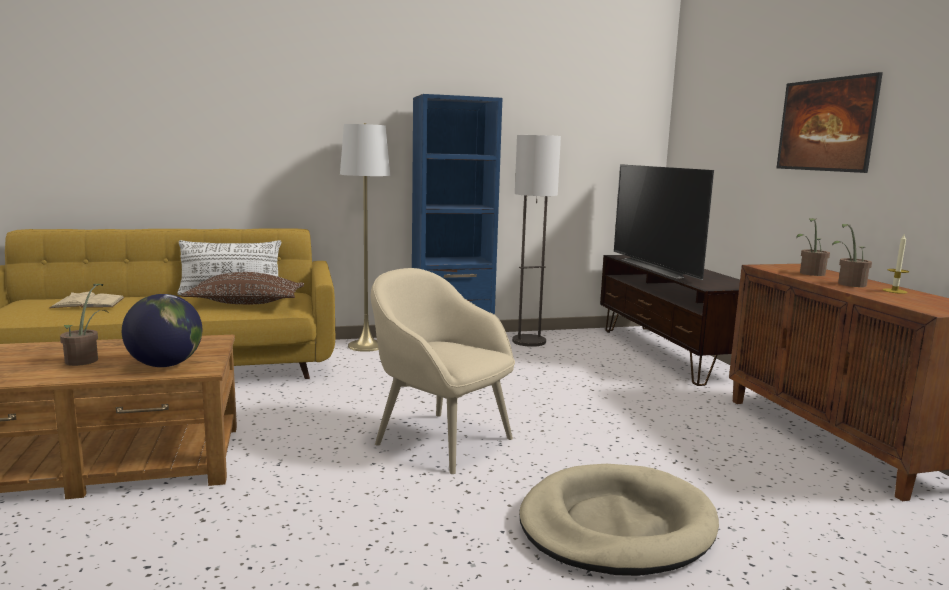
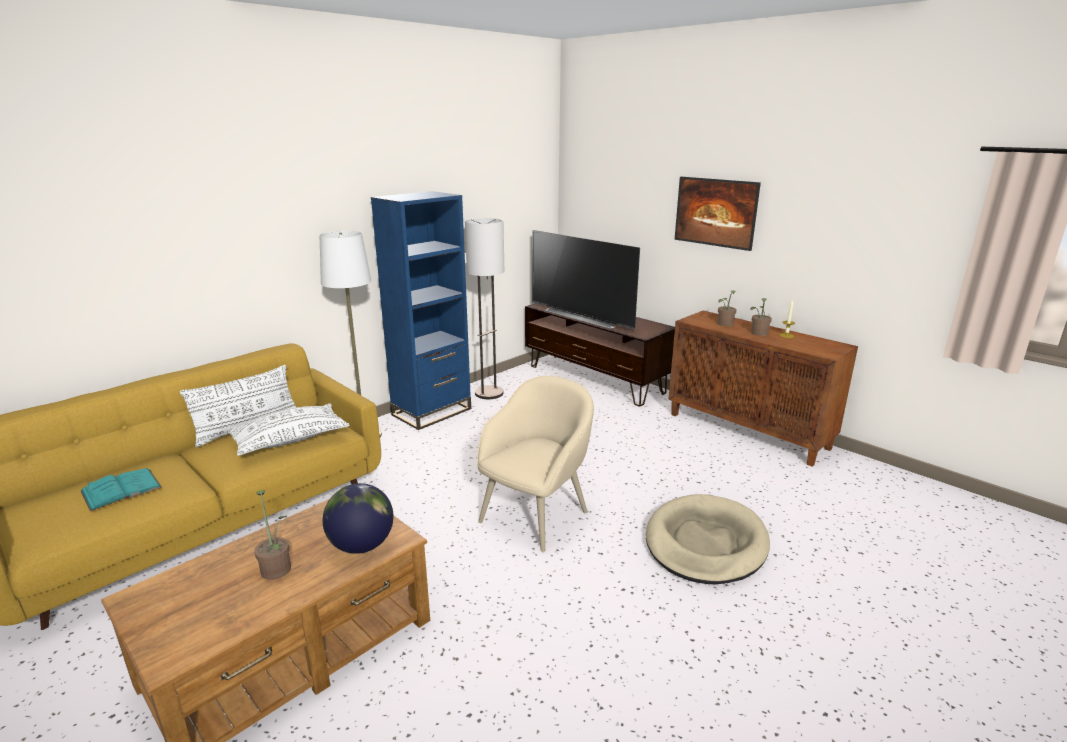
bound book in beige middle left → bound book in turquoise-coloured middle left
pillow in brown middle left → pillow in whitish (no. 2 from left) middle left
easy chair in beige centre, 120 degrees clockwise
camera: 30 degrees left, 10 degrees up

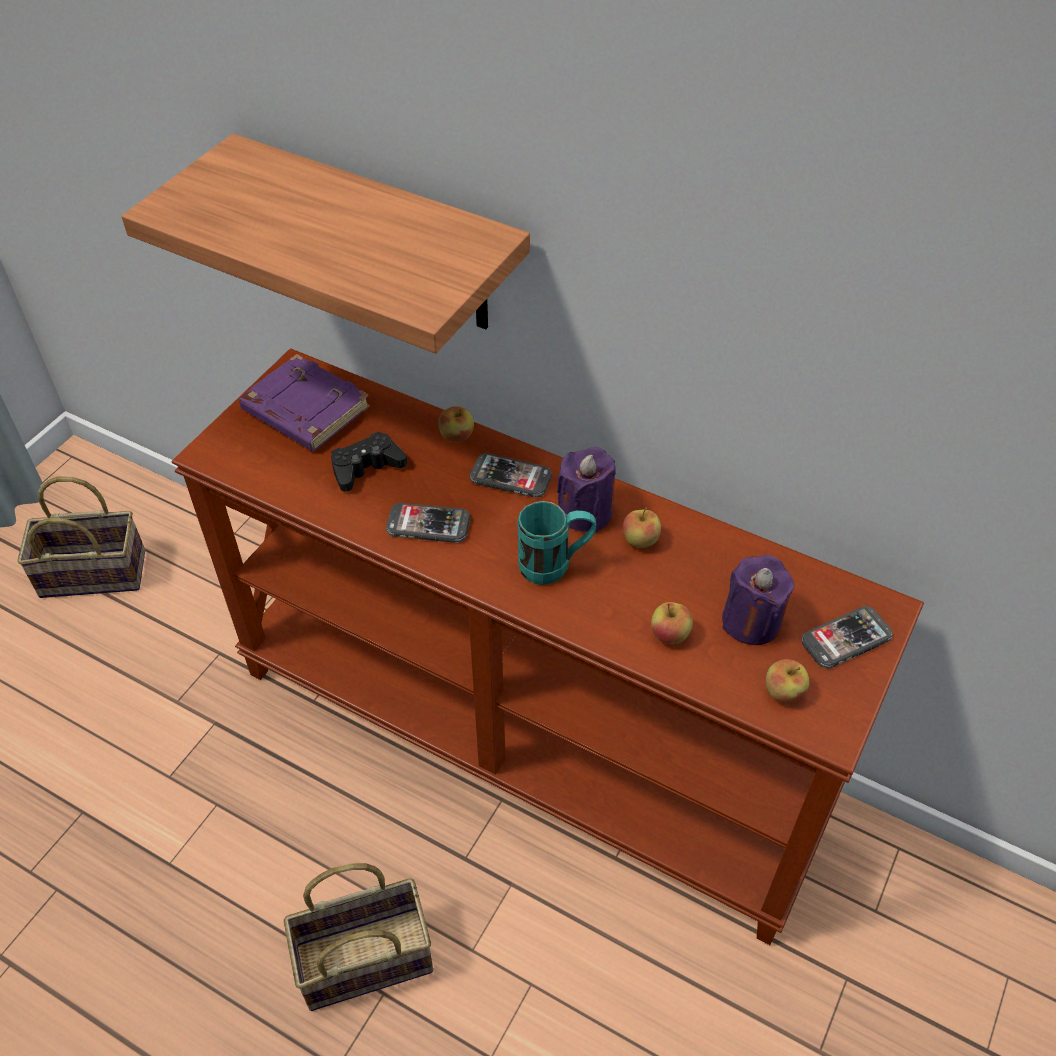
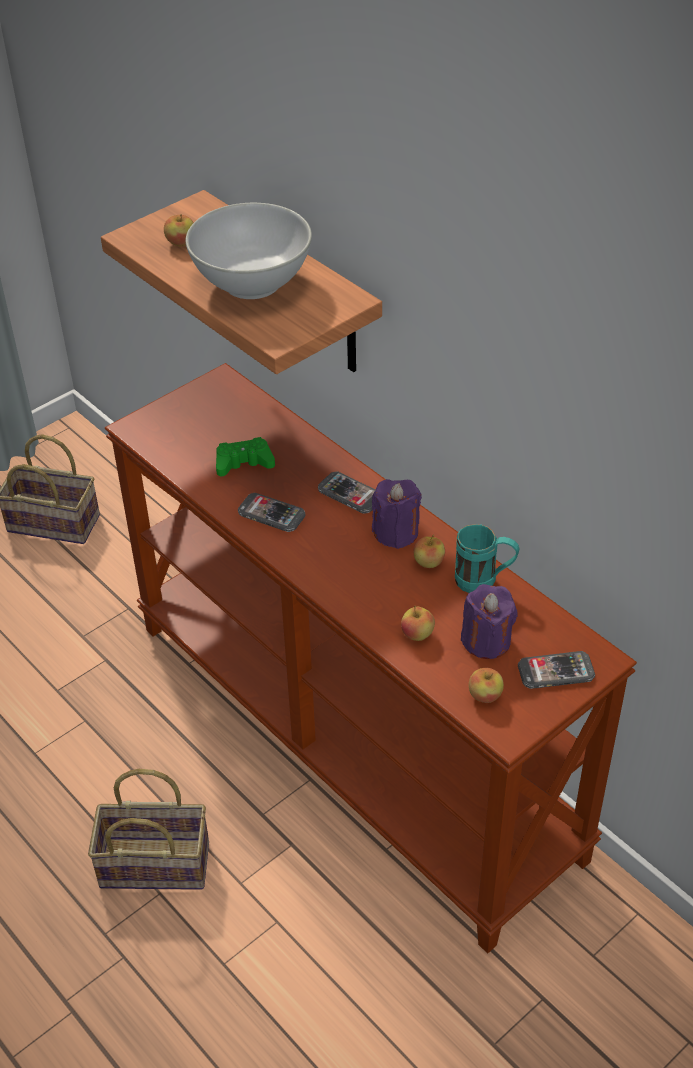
bound book in purplish middle left → -
- → deep dish in whitish top centre
whole apple (no. 1 from left) centre → whole apple (no. 1 from left) top left, shifted
mug in turquoise-coloured centre → mug in turquoise-coloured middle right, shifted
joypad in black-coloured centre → joypad in greenish centre
camera: 20 degrees right, 5 degrees down

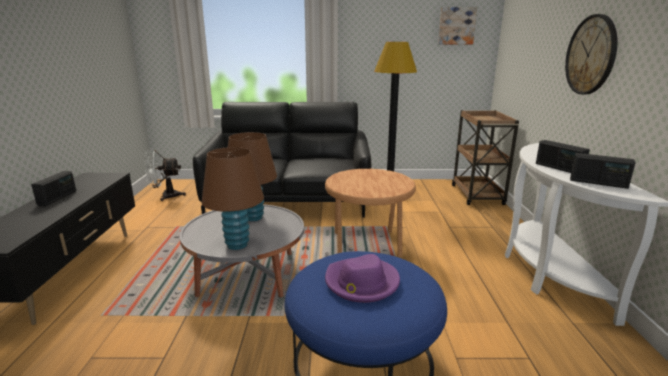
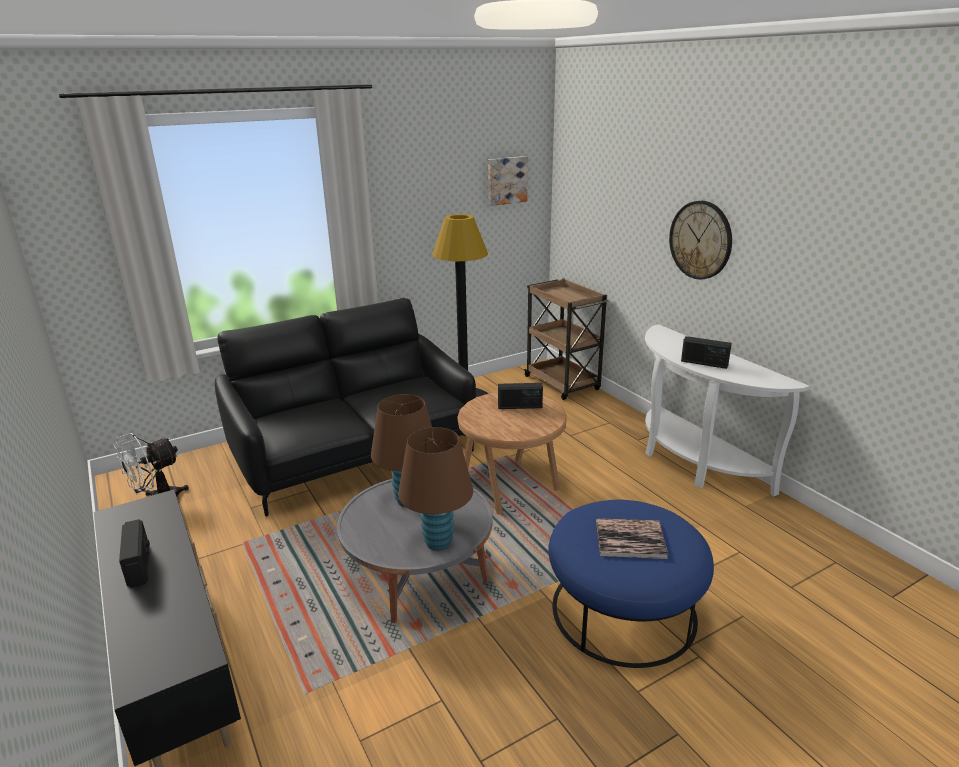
radio set (no. 3 from left in the first image) middle right → radio set (no. 2 from left) centre, shifted
clothing hat in purplish bottom centre → bound book bottom centre
camera: 30 degrees left, 5 degrees up

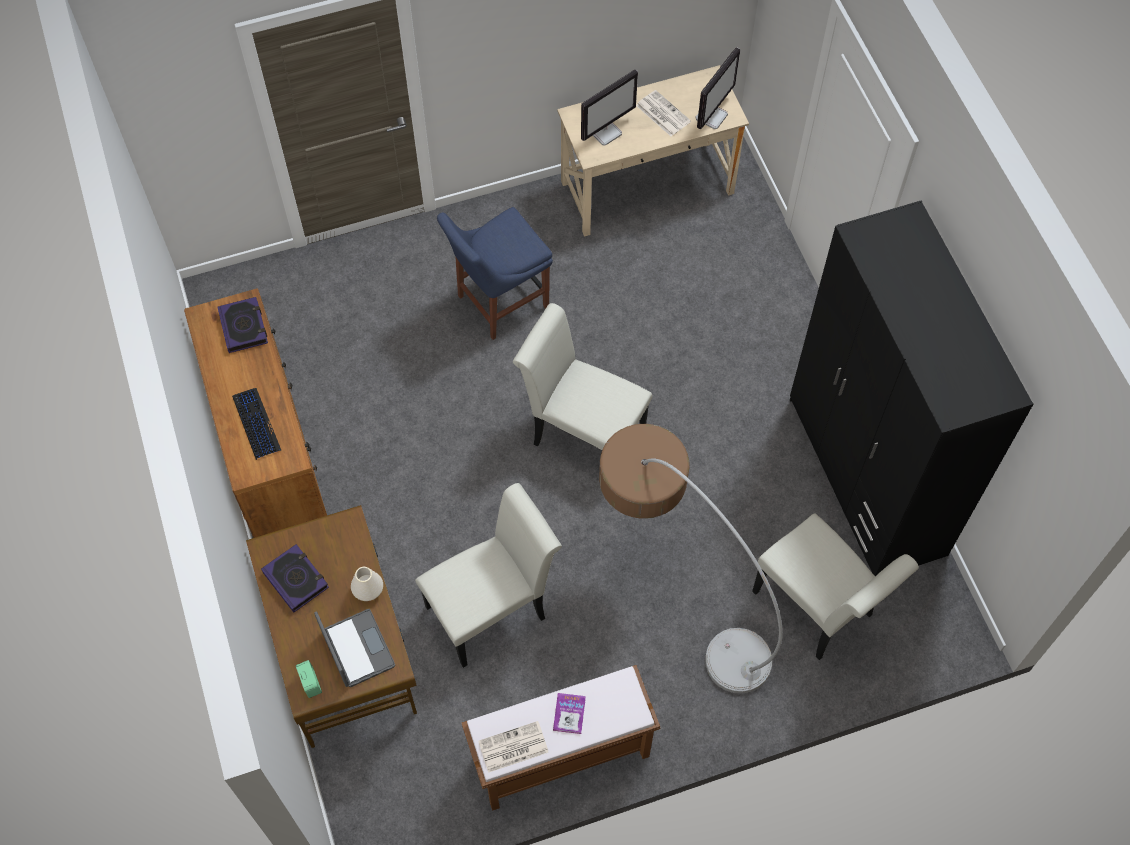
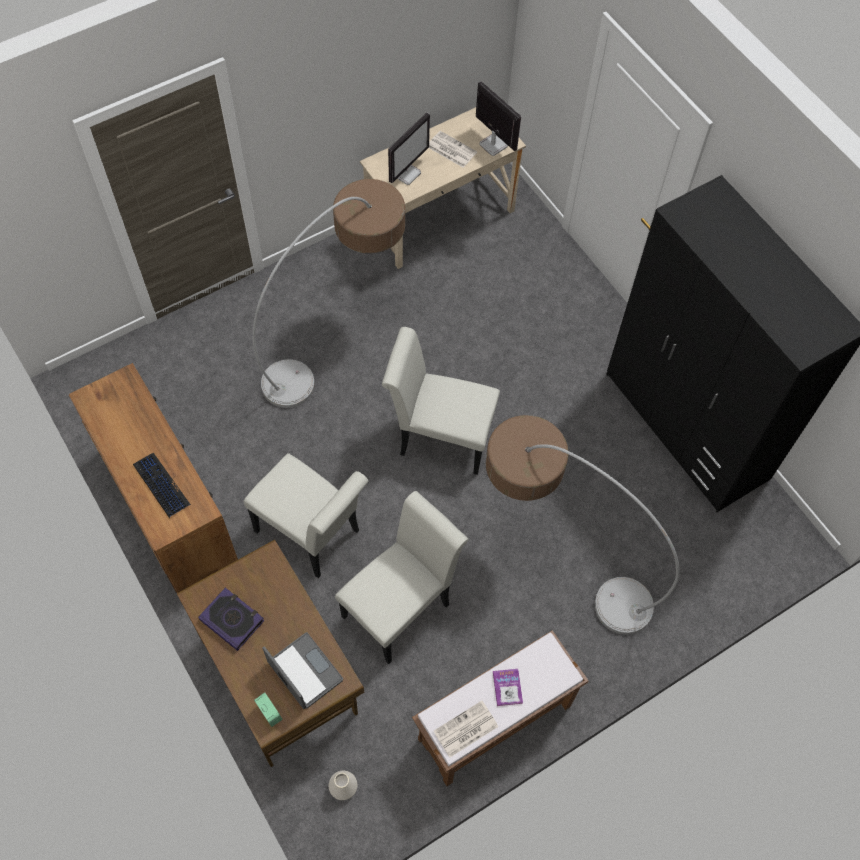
bound book (no. 1 from left) middle left → -
vase in whitish bottom left → vase in whitish bottom centre, shifted
chair in whitish (no. 3 from left in the first image) bottom right → chair in whitish (no. 1 from left) centre, shifted
chair in blue-coloured top centre → standing lamp (no. 1 from left) centre
computer screen (no. 2 from left) top centre, 60 degrees counterclockwise
camera: 15 degrees left, 0 degrees up

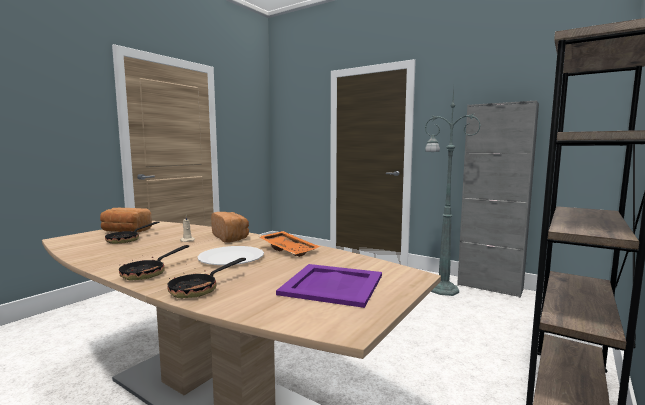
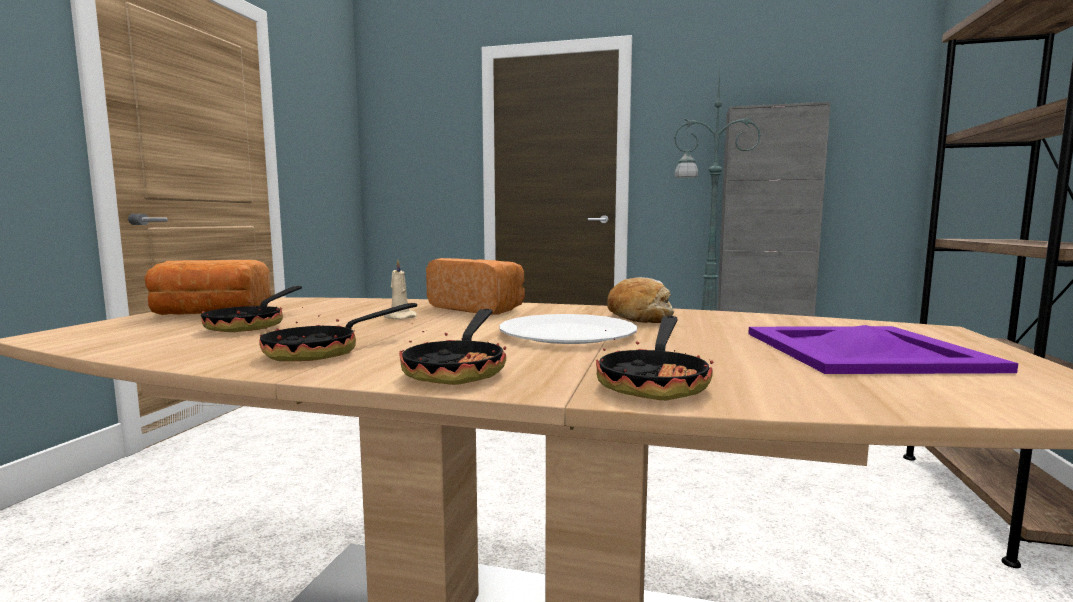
- → skillet (no. 2 from left) middle left
serving tray in orange-coloured centre → bread (no. 3 from left) centre
camera: 20 degrees left, 0 degrees up

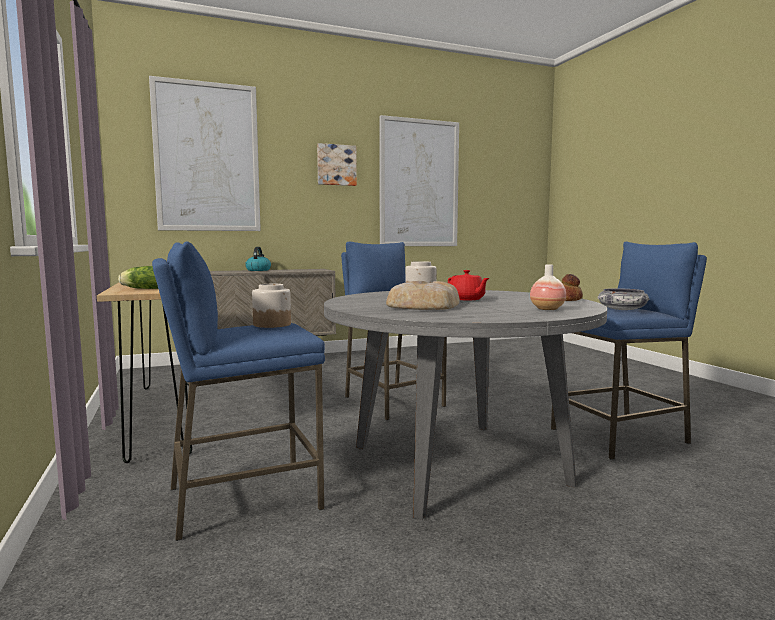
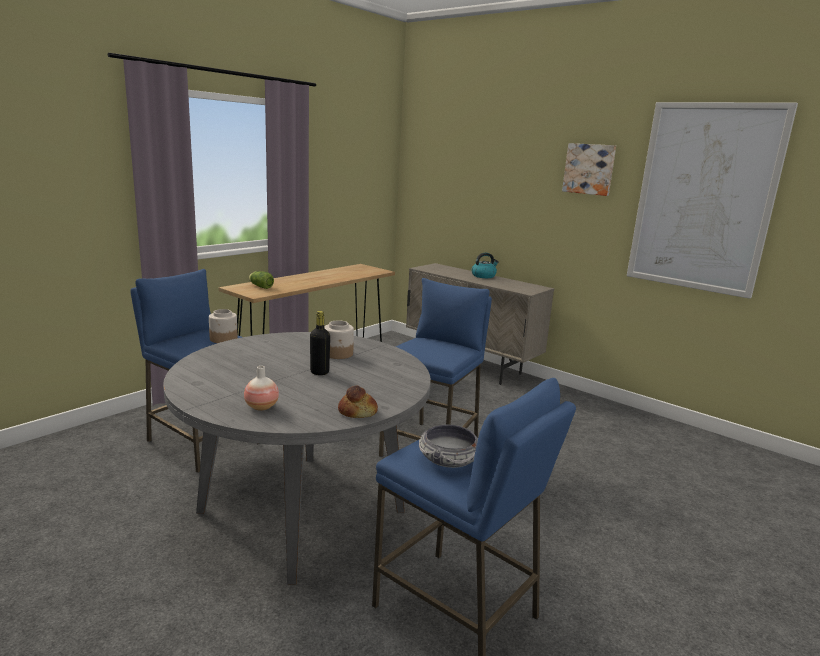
wall picture (no. 1 from left) top left → -
bread (no. 1 from left) centre → -
teapot in red-coloured centre → drink bottle in black-coloured centre
camera: 60 degrees right, 10 degrees up

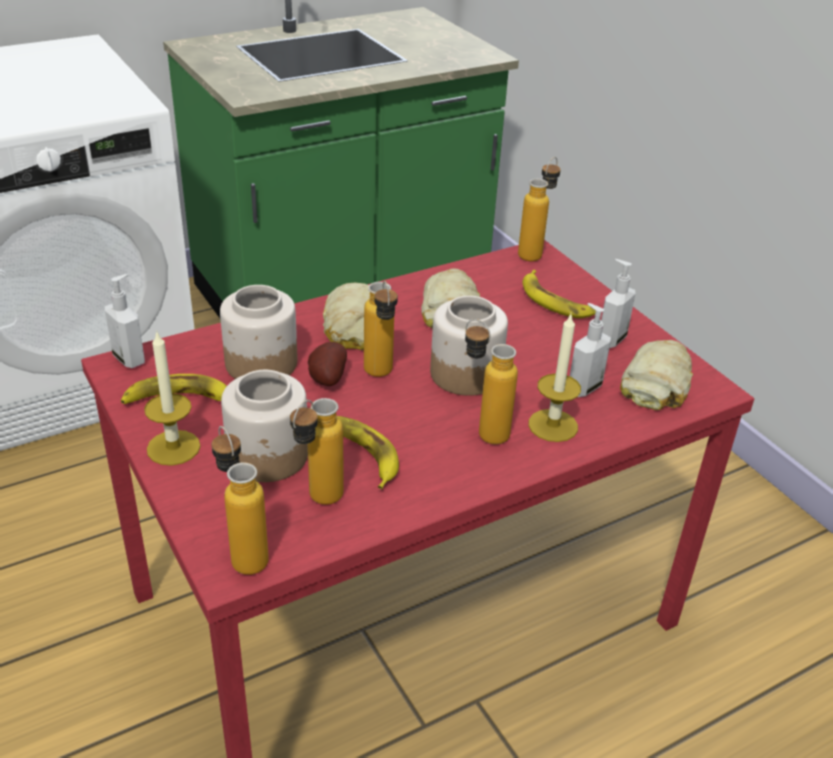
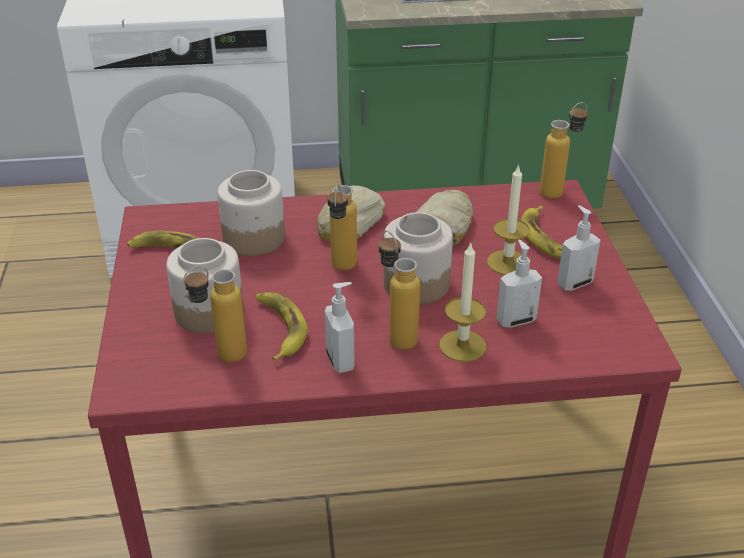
drink bottle (no. 1 from left) middle left → -
potato centre → -
bread (no. 3 from left) middle right → -
liquid soap bottle (no. 1 from left) middle left → liquid soap bottle (no. 1 from left) centre, shifted
candle (no. 1 from left in the first image) middle left → candle (no. 2 from left) middle right, shifted
camera: 25 degrees right, 0 degrees up

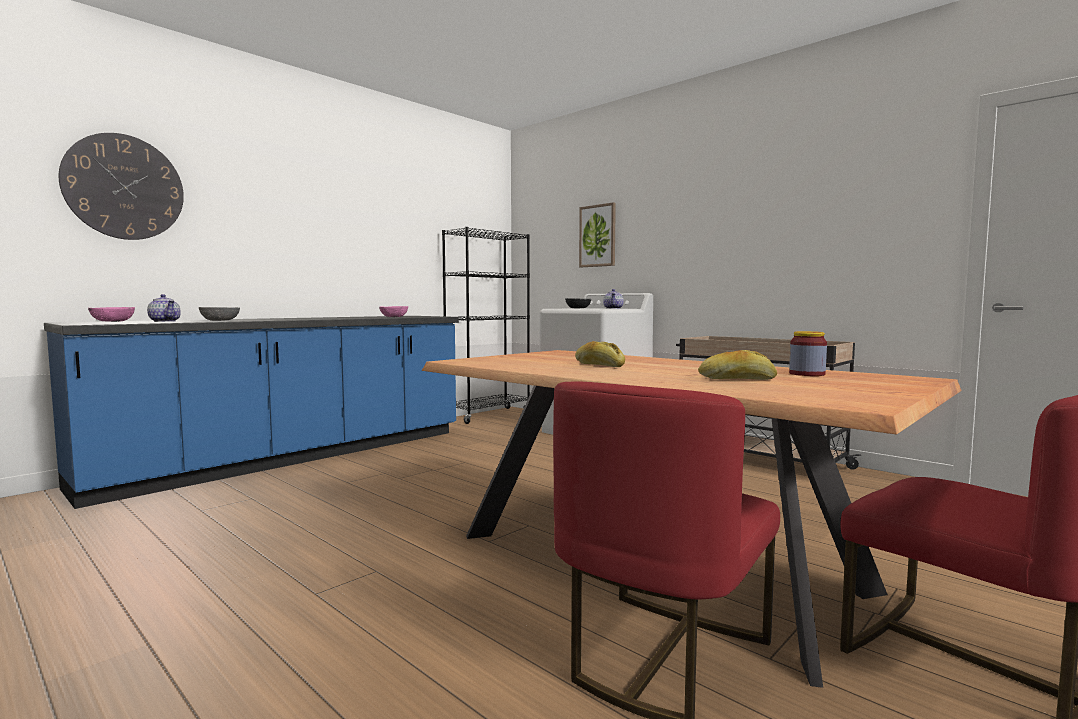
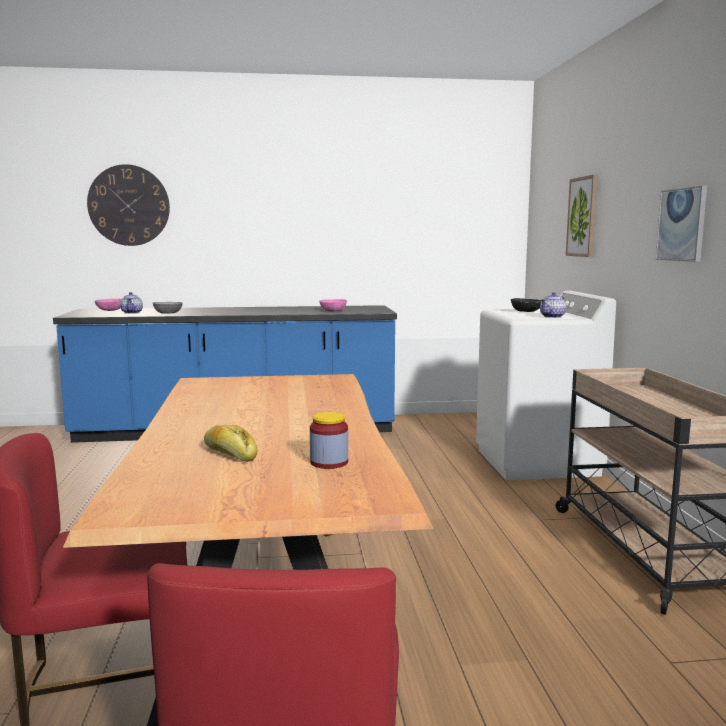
bookcase in black-coloured centre → -
bread (no. 1 from left) centre → -
- → wall picture (no. 2 from left) top right
camera: 40 degrees right, 5 degrees up

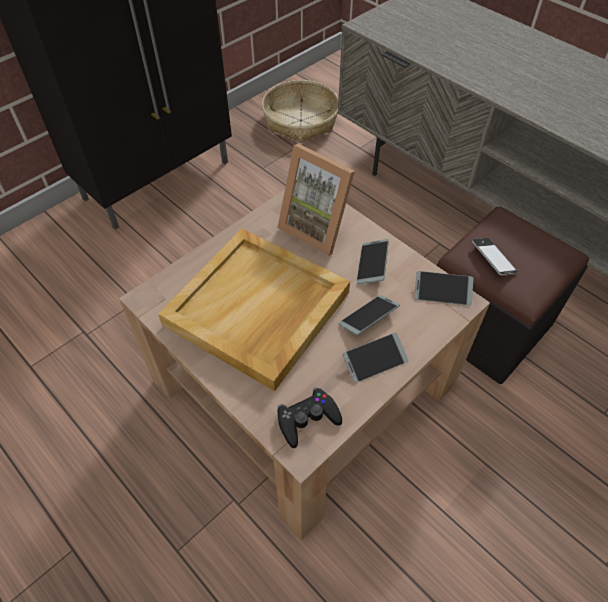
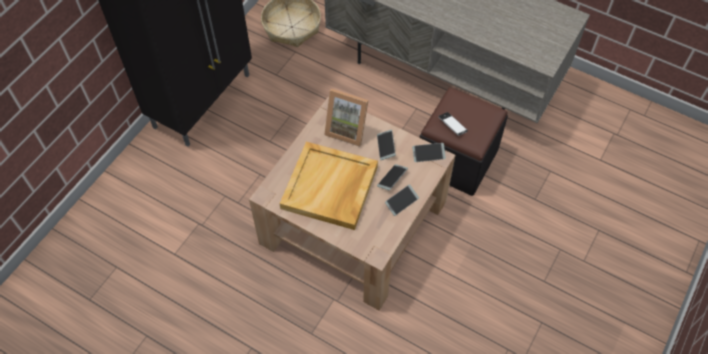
joypad in black-coloured bottom centre → -
camera: 15 degrees left, 5 degrees up

